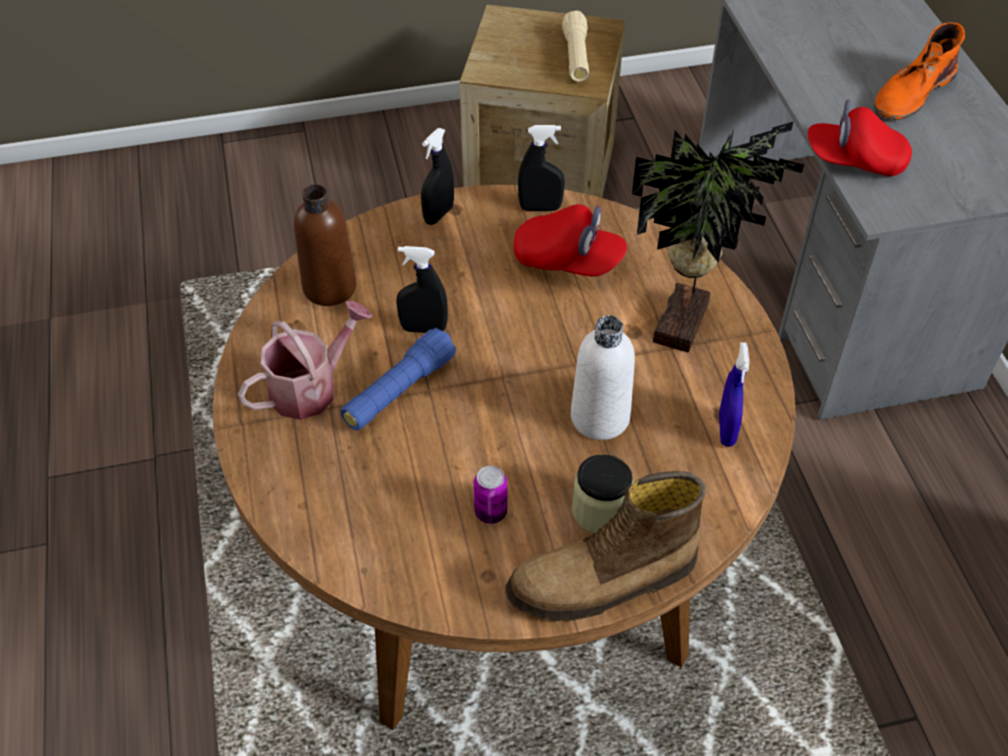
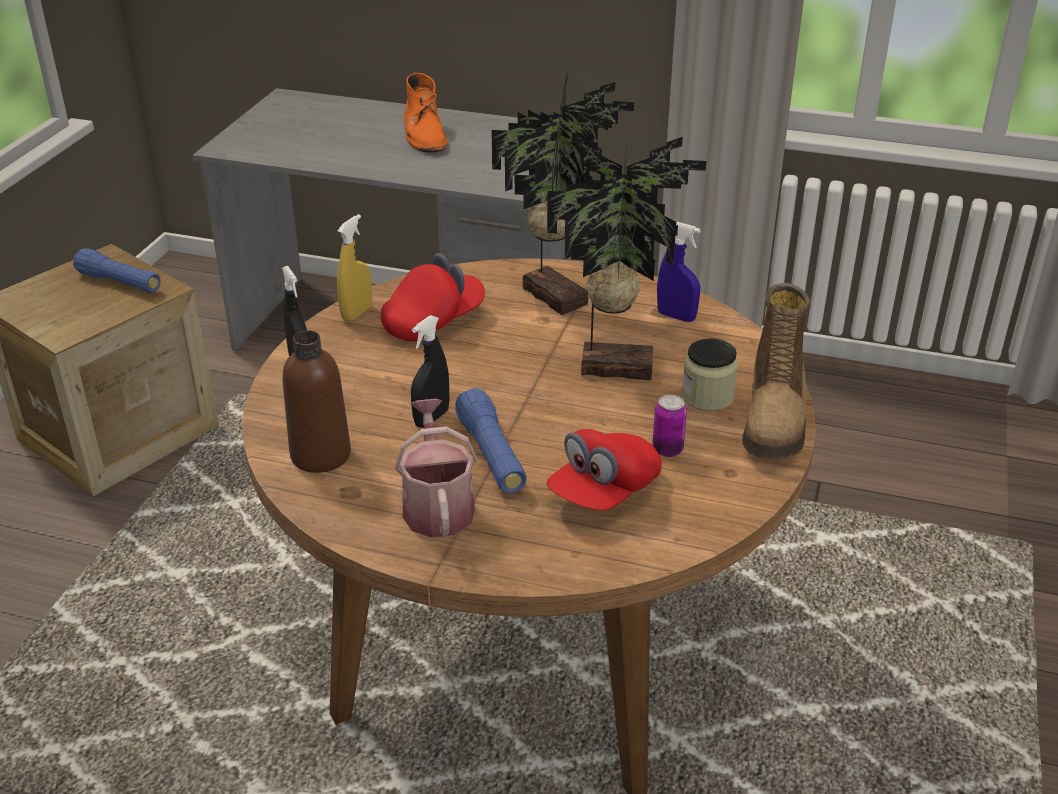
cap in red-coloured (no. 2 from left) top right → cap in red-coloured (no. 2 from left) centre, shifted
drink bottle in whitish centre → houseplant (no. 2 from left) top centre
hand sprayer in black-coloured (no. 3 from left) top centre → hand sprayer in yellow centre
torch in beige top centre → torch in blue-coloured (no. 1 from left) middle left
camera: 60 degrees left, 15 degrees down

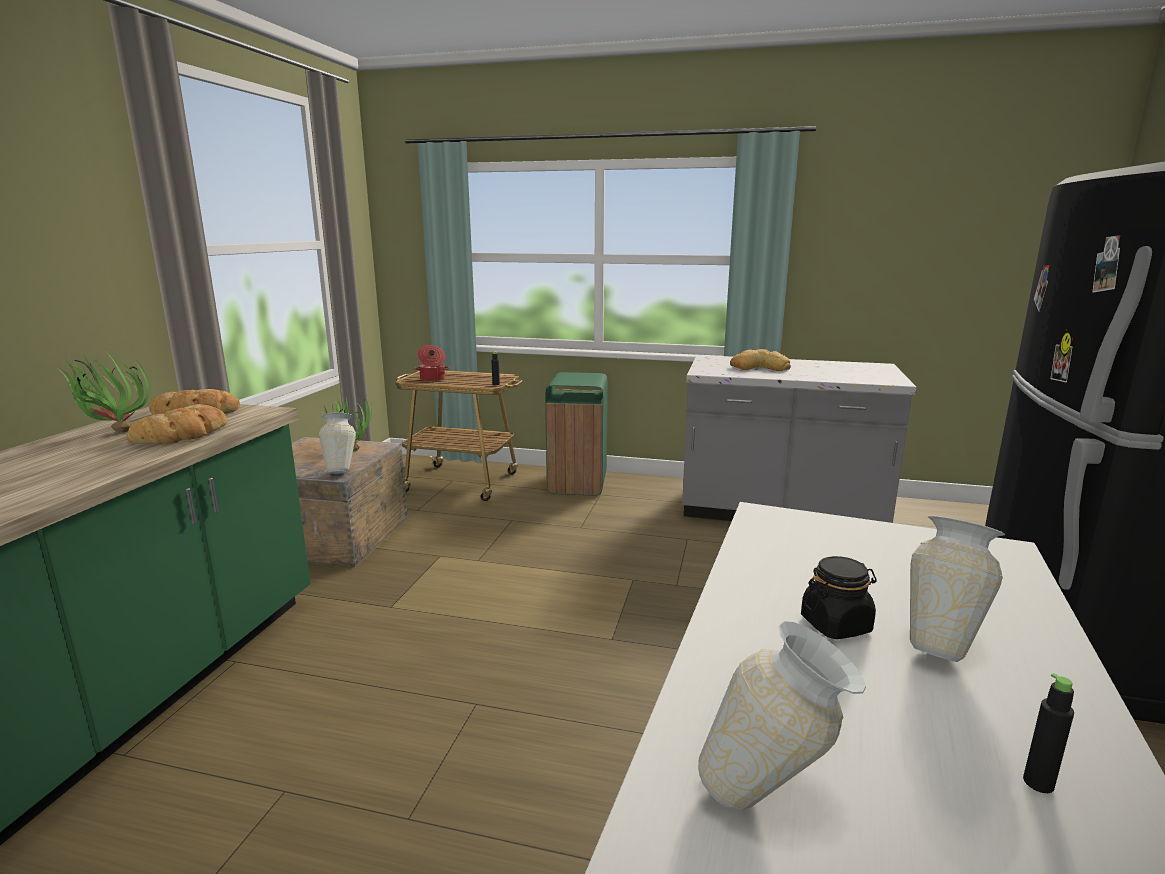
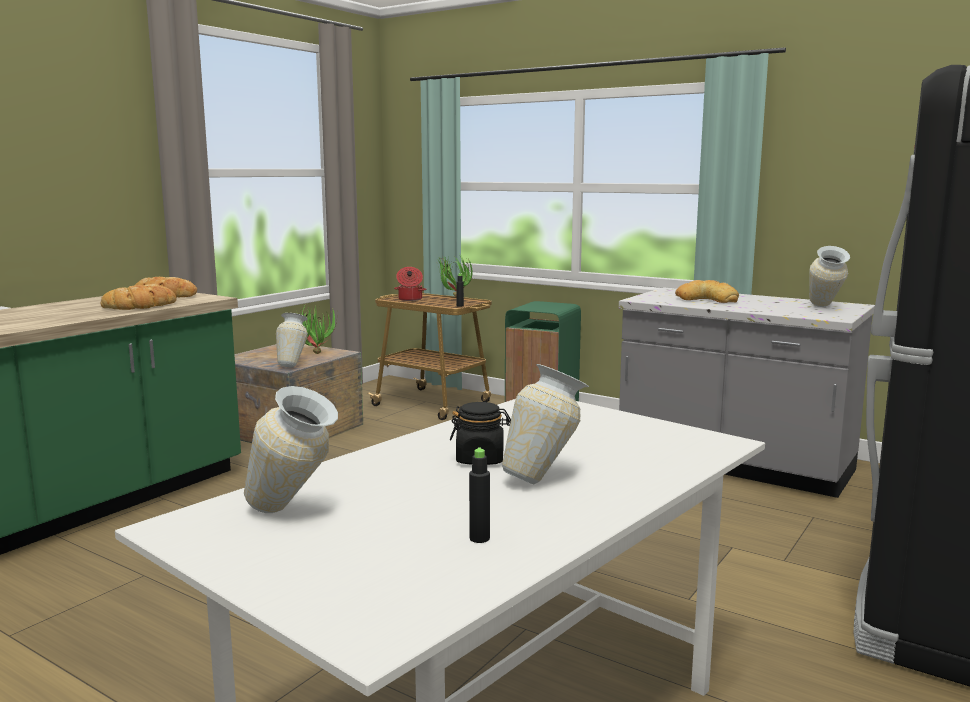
- → vase (no. 4 from left) middle right
houseplant (no. 1 from left in the first image) middle left → houseplant (no. 2 from left) centre, shifted
camera: 20 degrees right, 5 degrees down

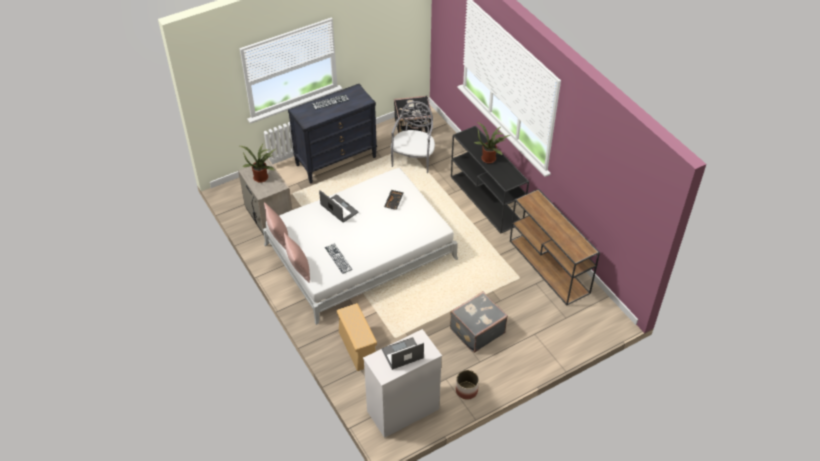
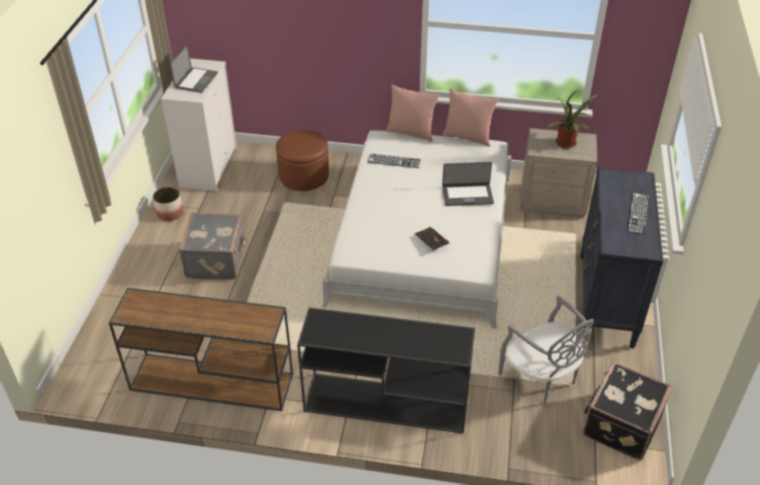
houseplant (no. 2 from left) top centre → -
storage box in beige bottom centre → ottoman in brown top centre
camera: 130 degrees right, 5 degrees down

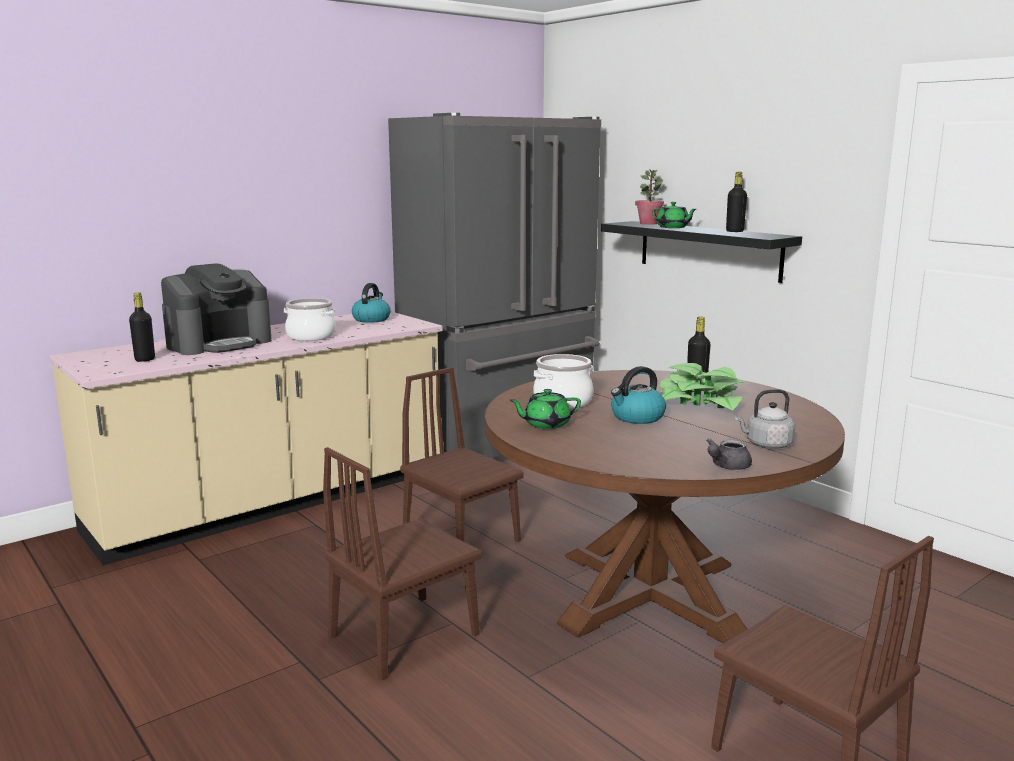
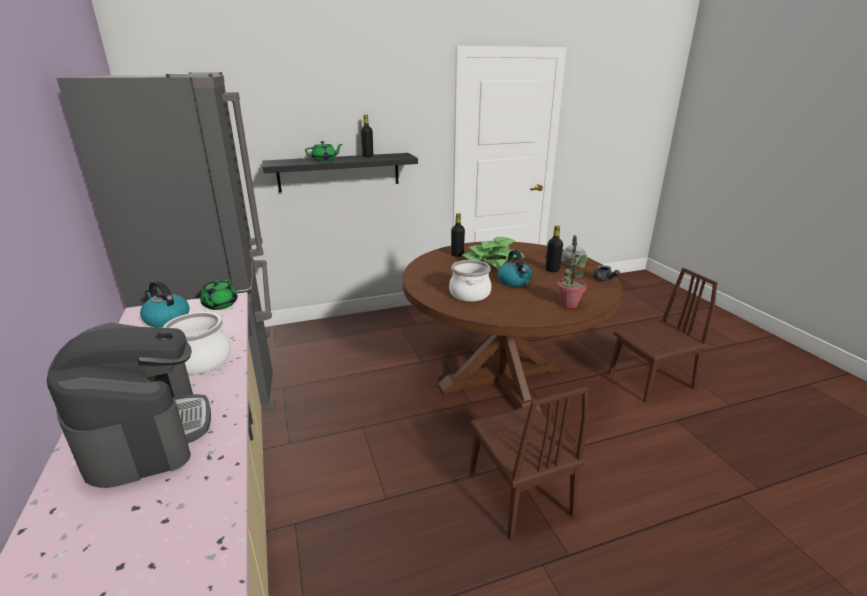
chair in brown (no. 2 from left) centre → -
drink bottle in black-coloured (no. 1 from left in the first image) middle left → drink bottle in black-coloured (no. 3 from left) centre, shifted
teapot in greenish (no. 1 from left) centre → teapot in greenish (no. 1 from left) middle left, shifted
houseplant (no. 1 from left in the first image) top centre → houseplant (no. 2 from left) centre, shifted
camera: 70 degrees left, 10 degrees up

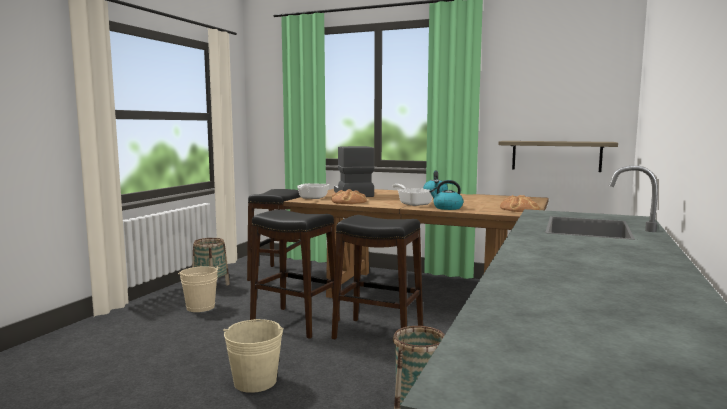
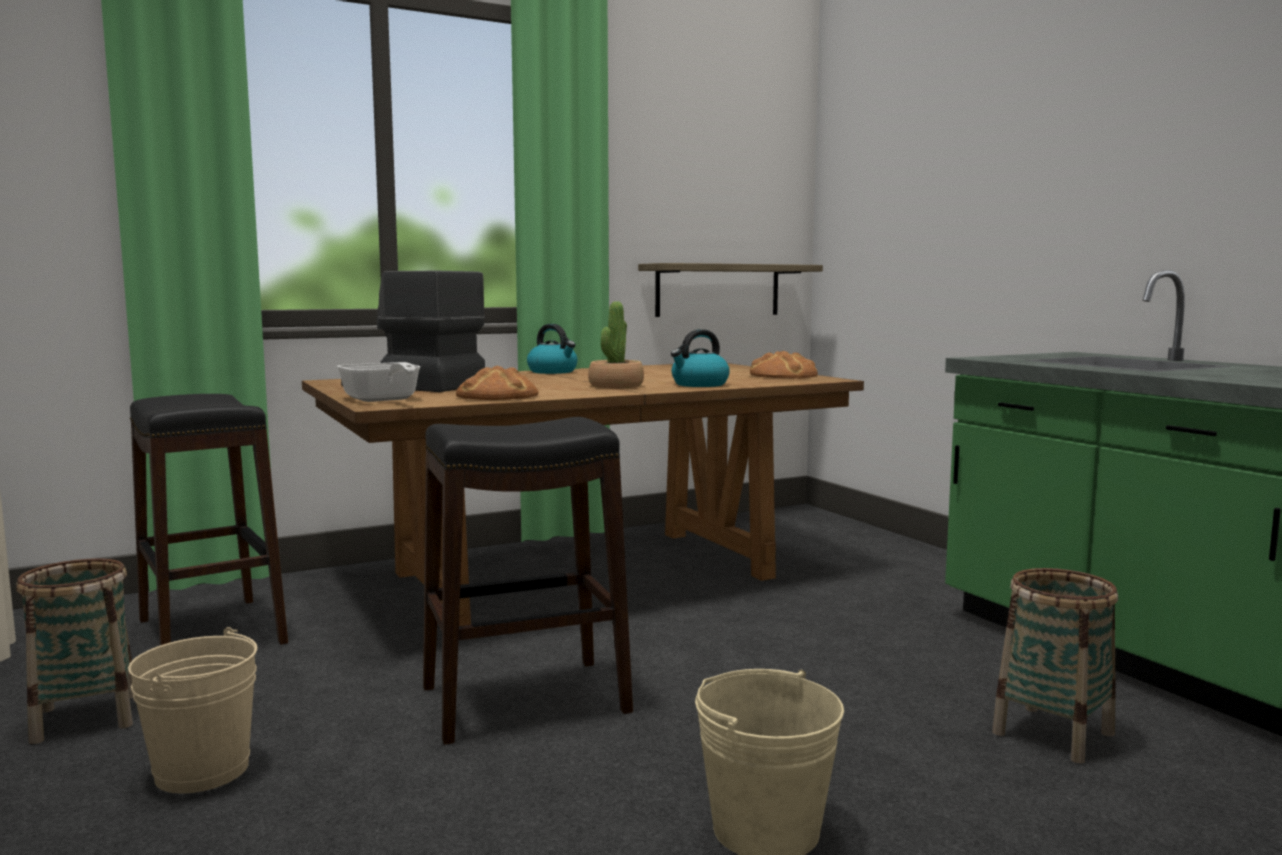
sitting stool in black-coloured (no. 3 from left) bottom centre → -
skillet (no. 2 from left) centre → houseplant centre
camera: 50 degrees left, 0 degrees up

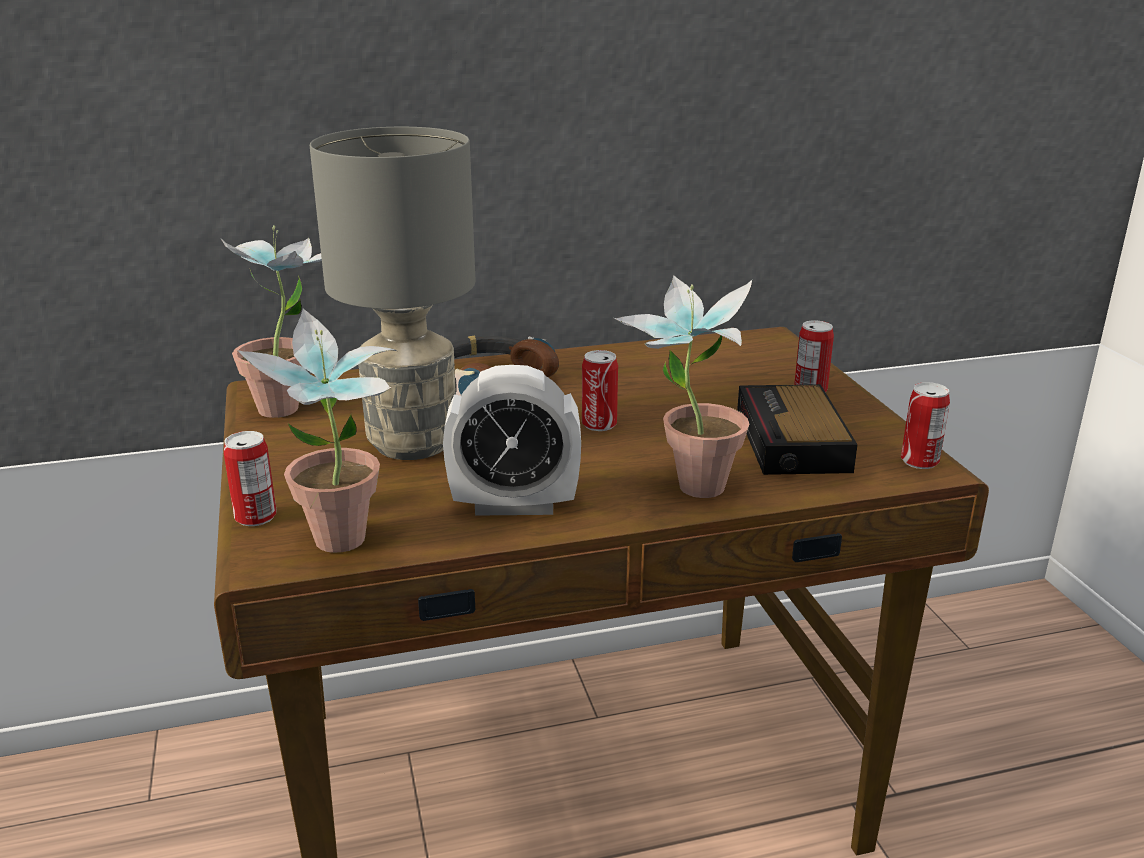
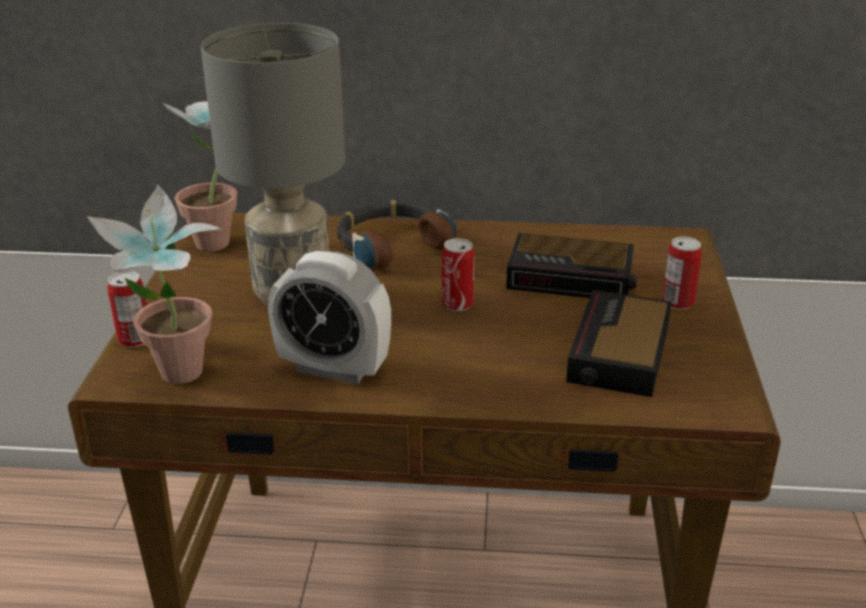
houseplant (no. 3 from left) centre → -
can (no. 4 from left) middle right → -
- → bedside clock (no. 2 from left) centre
camera: 20 degrees right, 5 degrees up

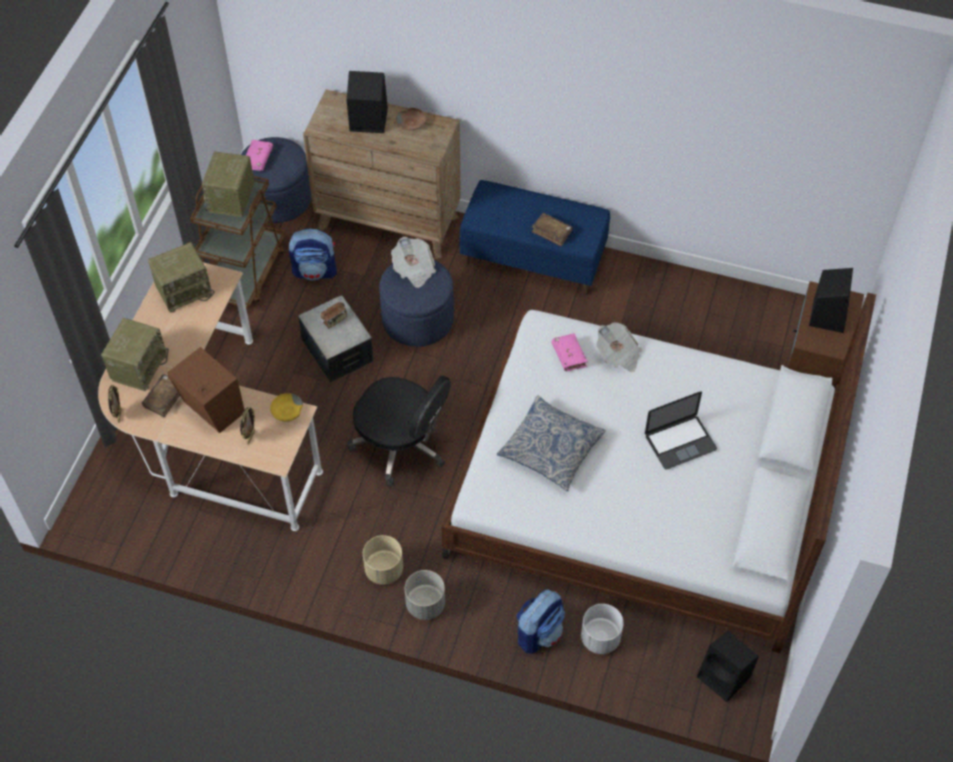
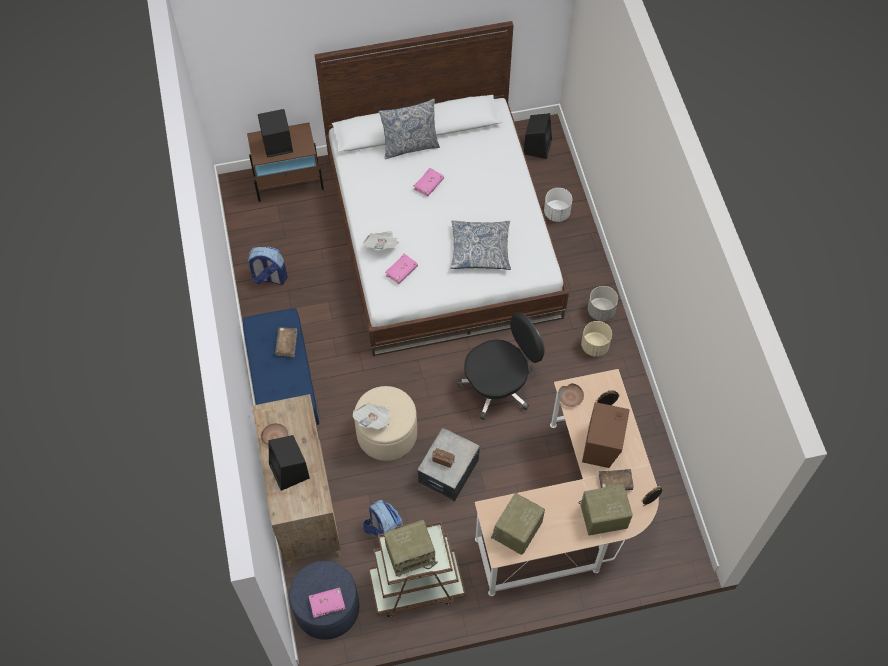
- → pillow (no. 1 from left) top centre
rucksack (no. 2 from left in the first image) bottom centre → rucksack (no. 1 from left) middle left, shifted
portable computer middle right → bound book in pink (no. 3 from left) top centre
deep dish in yellow middle left → deep dish in brown (no. 2 from left) centre
ottoman in blue-coloured (no. 2 from left) centre → ottoman in beige centre
radio set (no. 2 from left in the first image) middle left → radio set (no. 3 from left) bottom centre, 90 degrees counterclockwise
computer chair in black-coloured centre, 60 degrees clockwise
camera: 120 degrees left, 5 degrees up

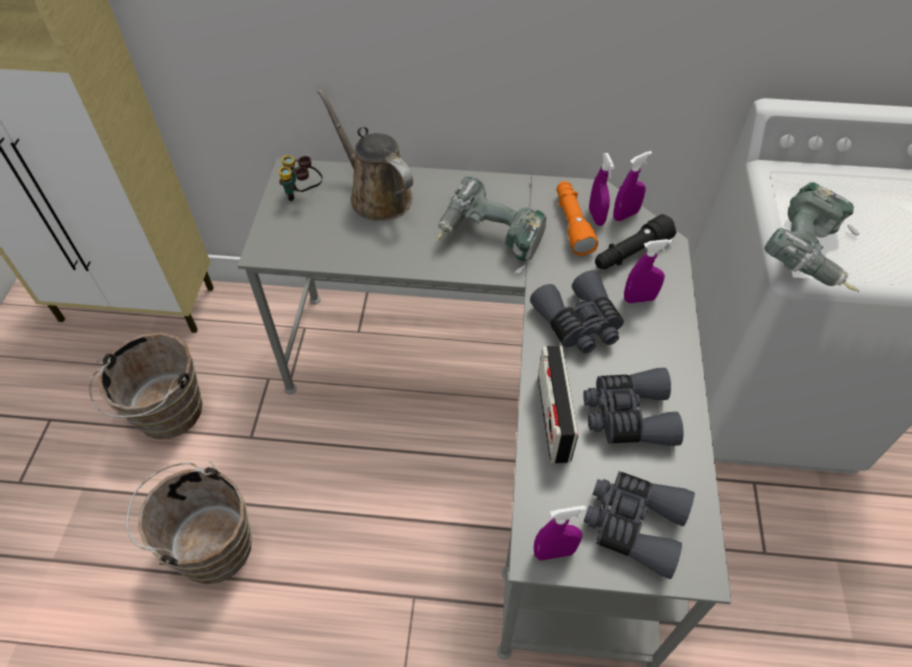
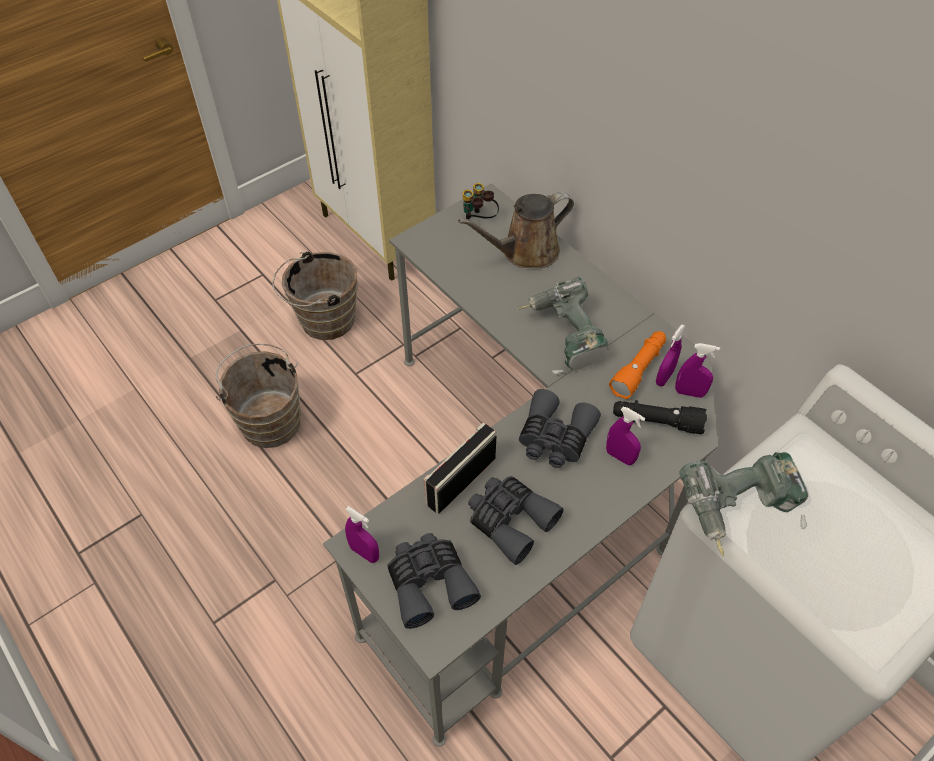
watering can in brown top centre, 120 degrees counterclockwise
camera: 45 degrees right, 0 degrees up

